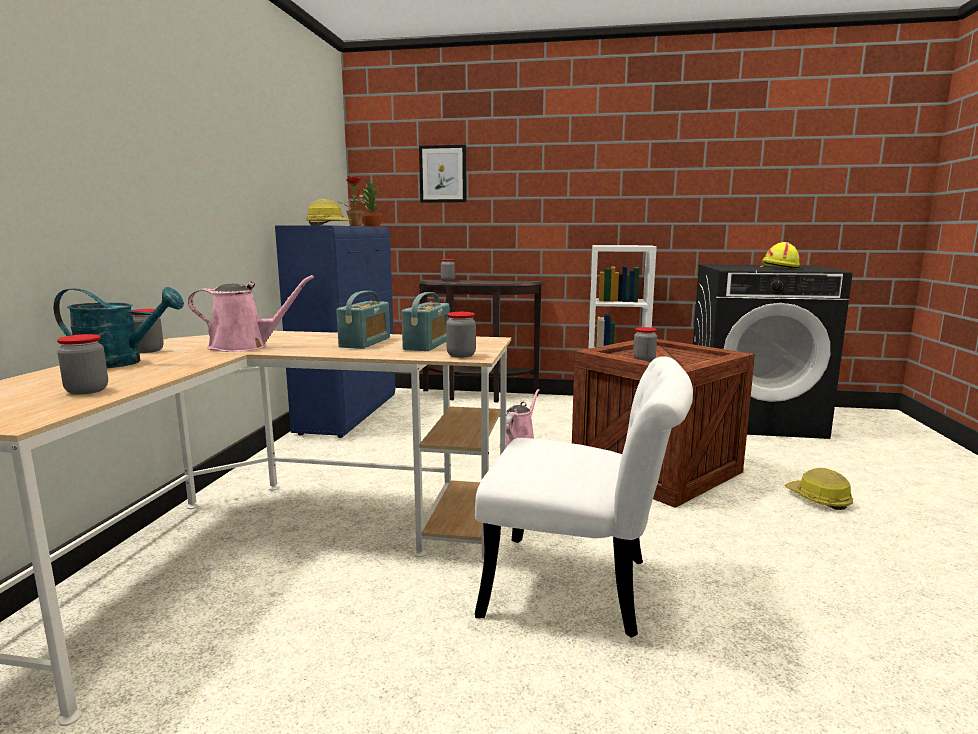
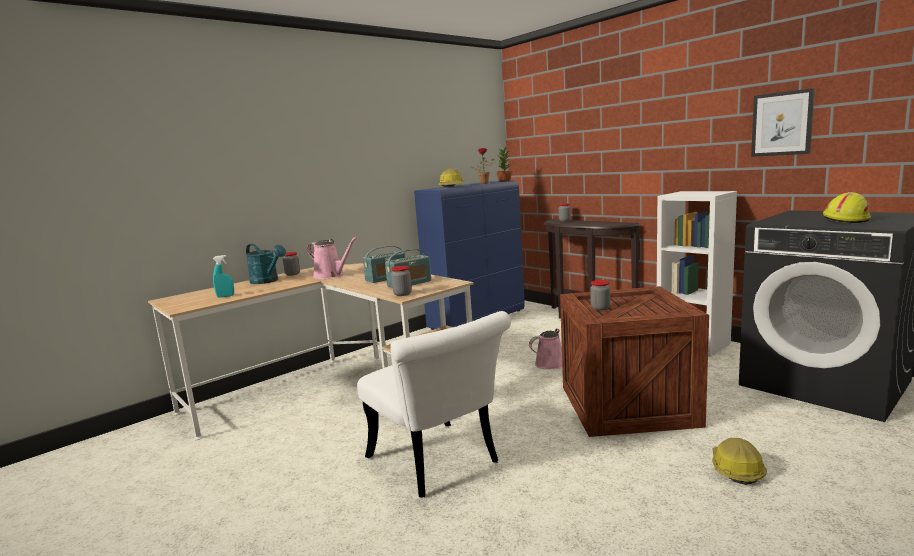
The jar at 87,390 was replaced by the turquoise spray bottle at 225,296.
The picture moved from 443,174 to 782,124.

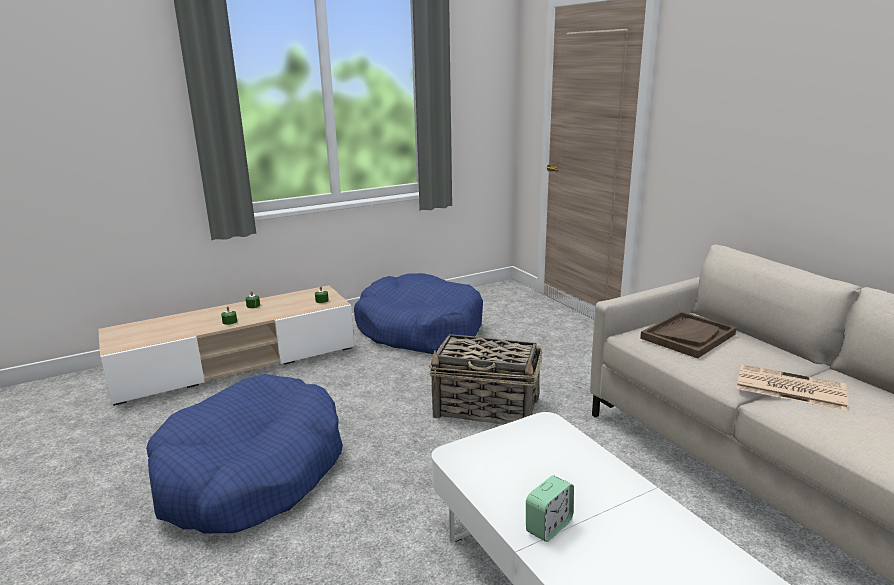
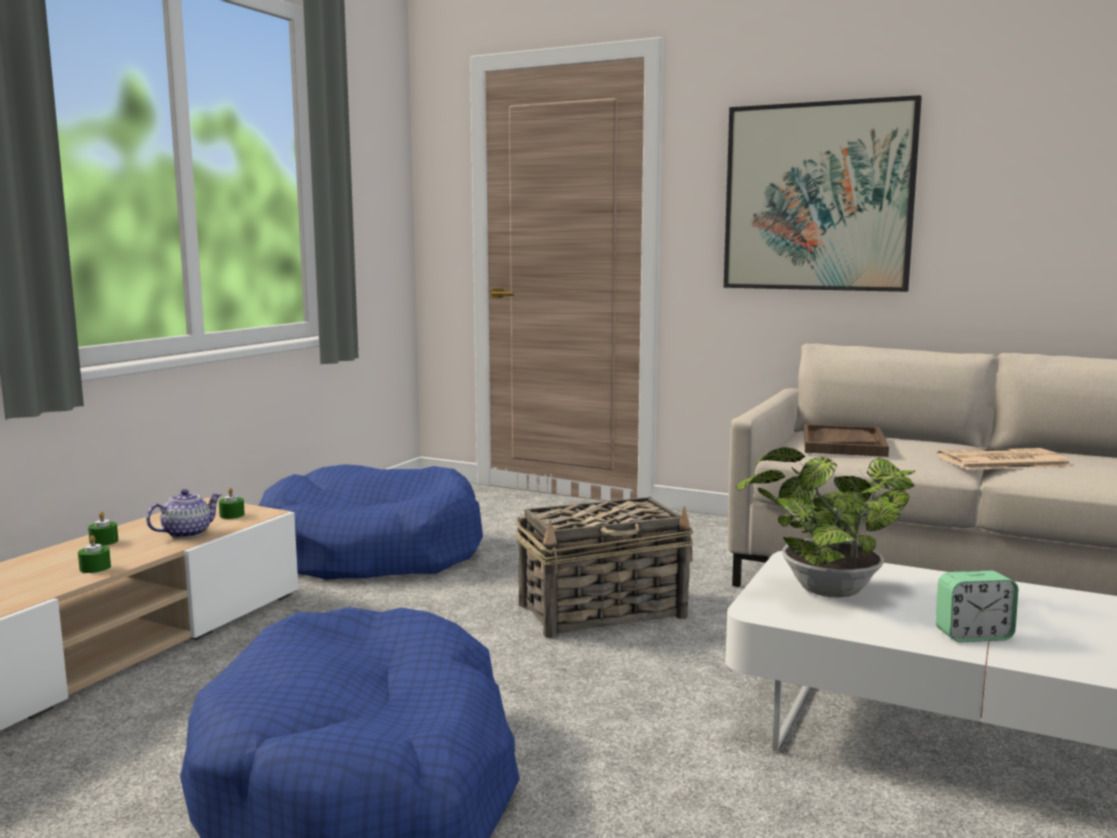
The alarm clock at 548,526 turned 75 degrees clockwise.
The teapot at 187,533 appeared.
The picture at 818,197 appeared.
The potted plant at 822,591 appeared.

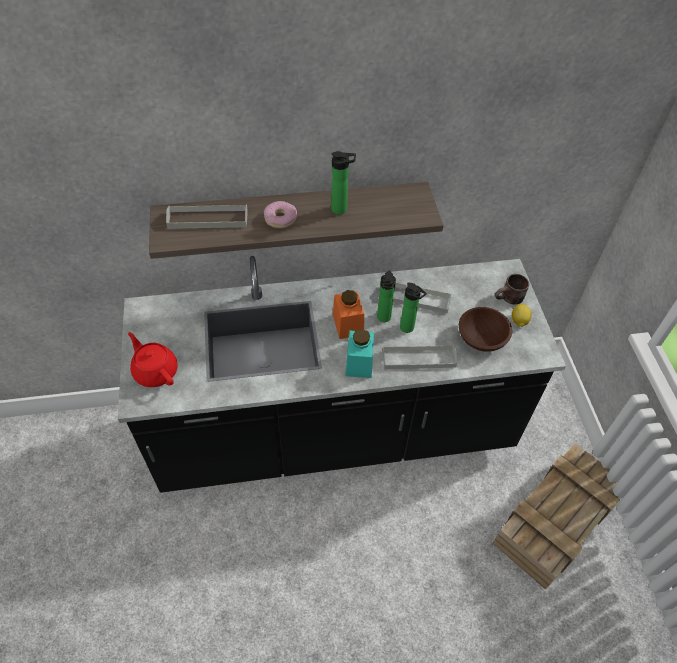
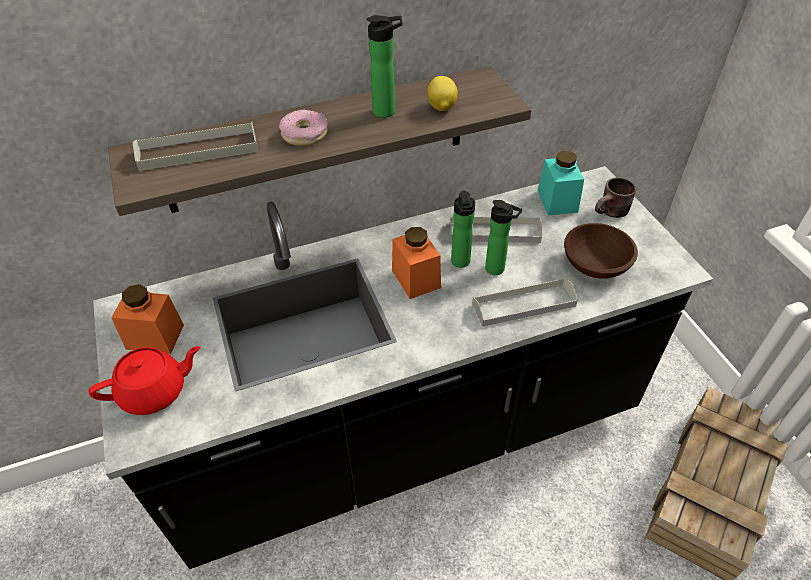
The red teapot at 155,371 turned 120 degrees clockwise.
The turquoise jar moved from 359,363 to 557,201.
The lemon moved from 518,321 to 441,107.
The orange jar at 155,337 appeared.

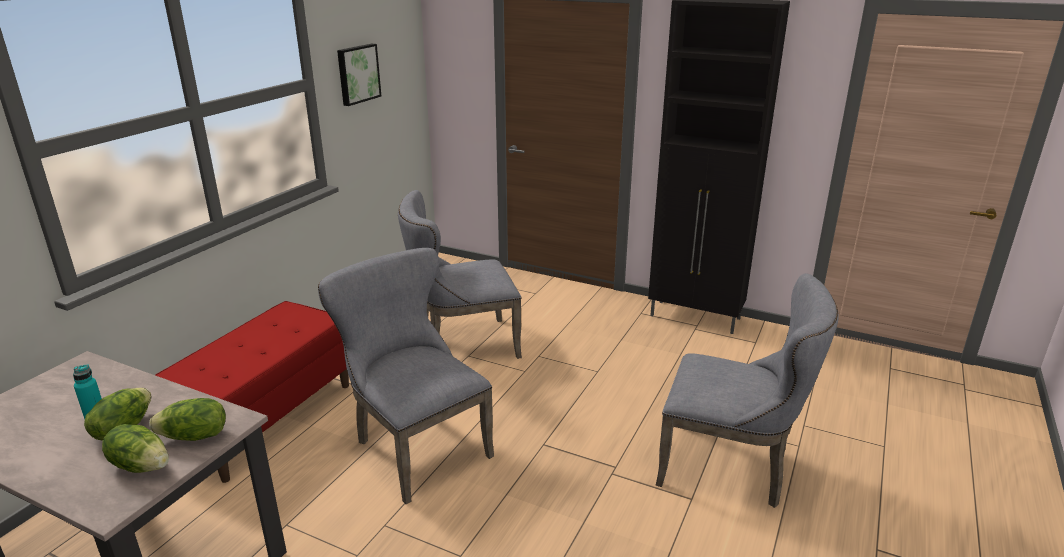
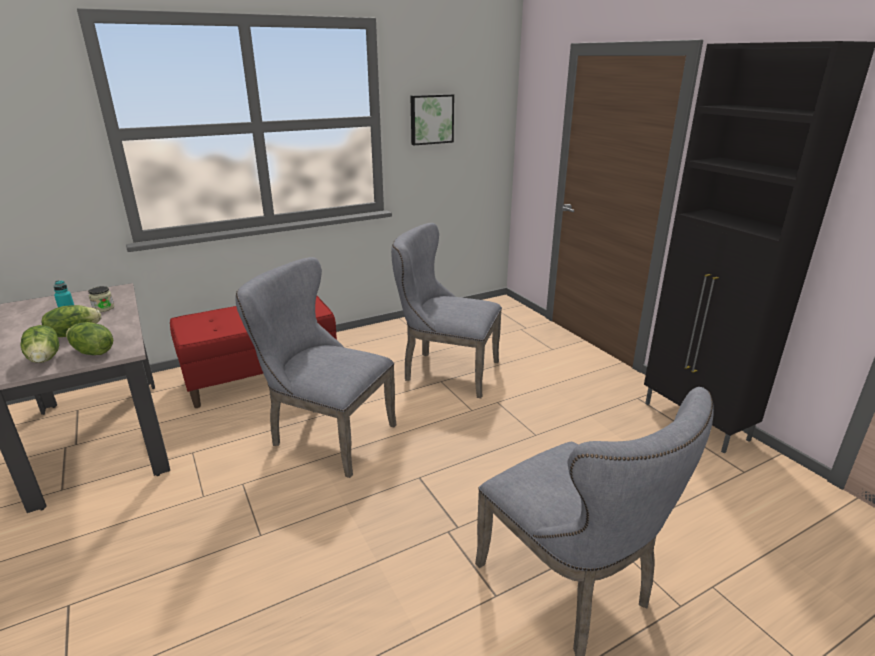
The grey chair at 415,446 turned 60 degrees counterclockwise.
The jar at 103,308 appeared.

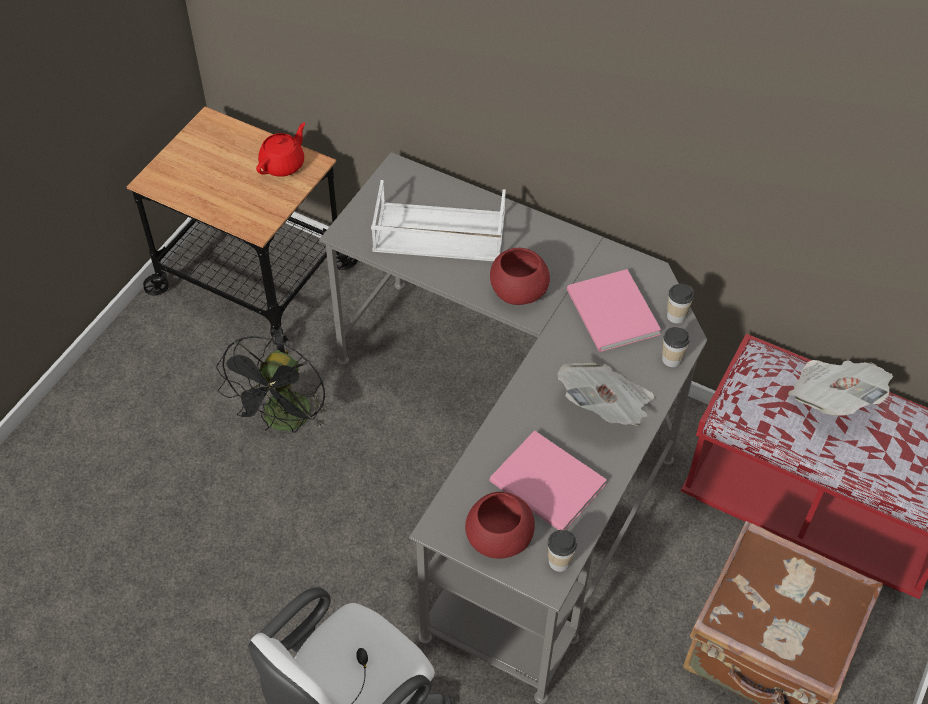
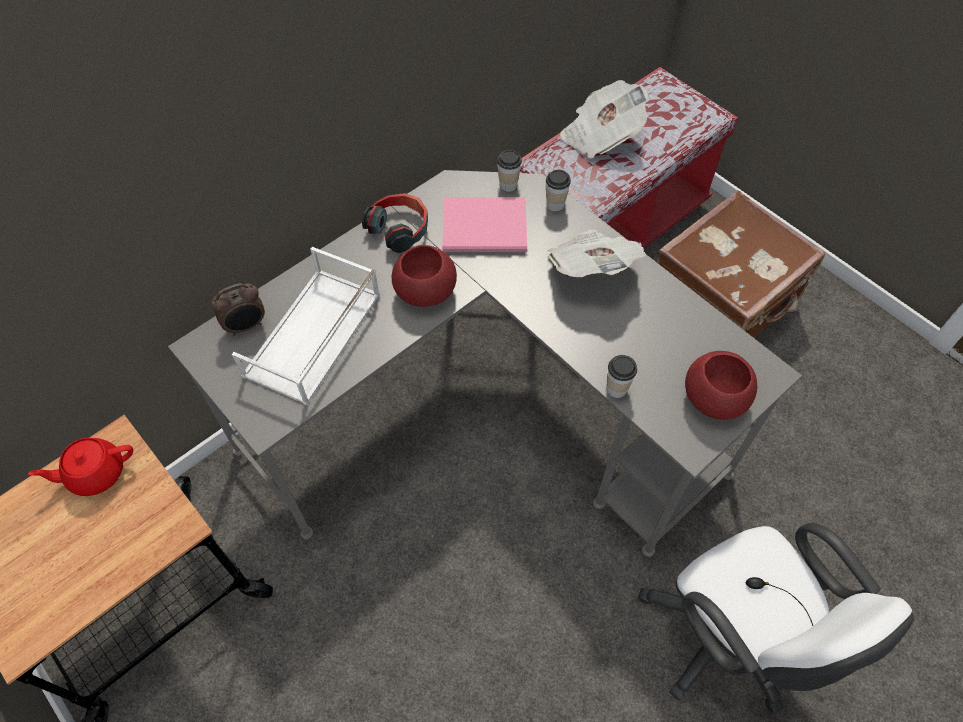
The black fan at 284,421 disappeared.
The red teapot at 283,164 turned 75 degrees counterclockwise.
The pink book at 548,486 disappeared.
The cup moved from 559,562 to 616,388.
The alarm clock at 246,326 appeared.
The headphones at 399,229 appeared.

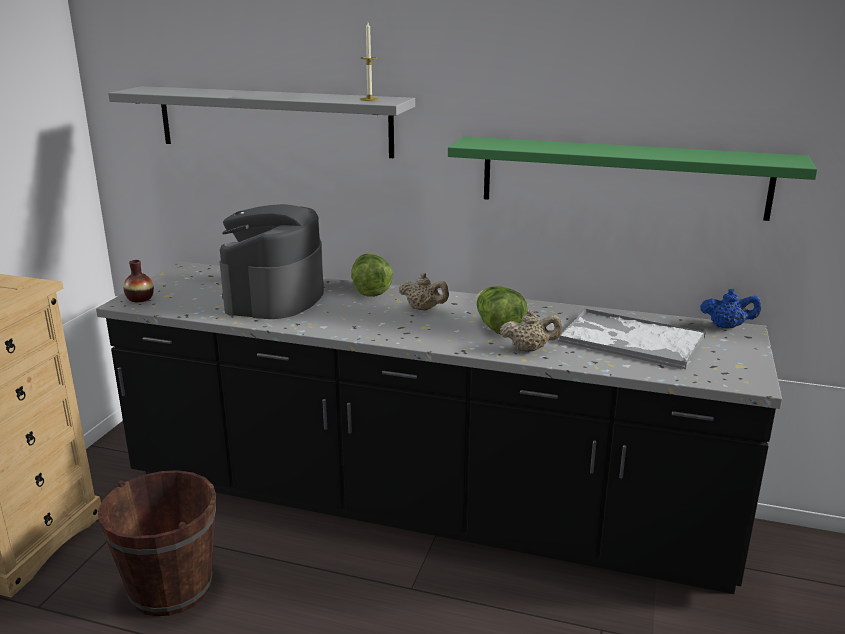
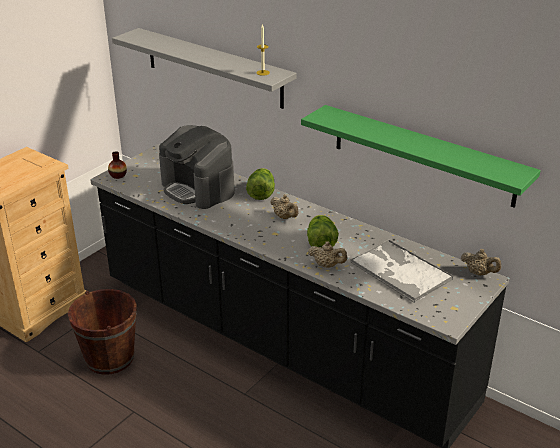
The coffee machine at 275,297 turned 75 degrees counterclockwise.
The blue teapot at 727,326 became the beige teapot at 479,273.

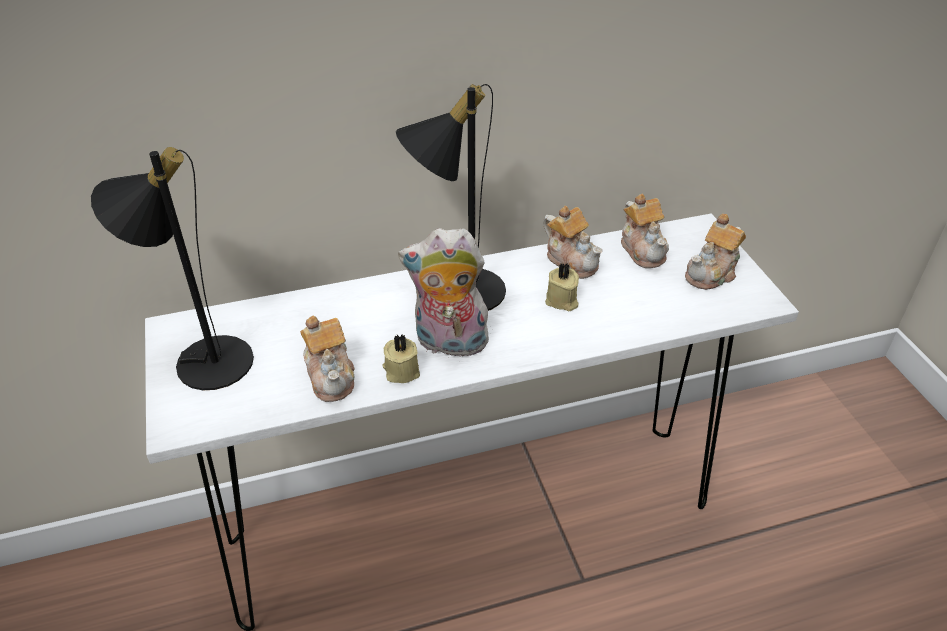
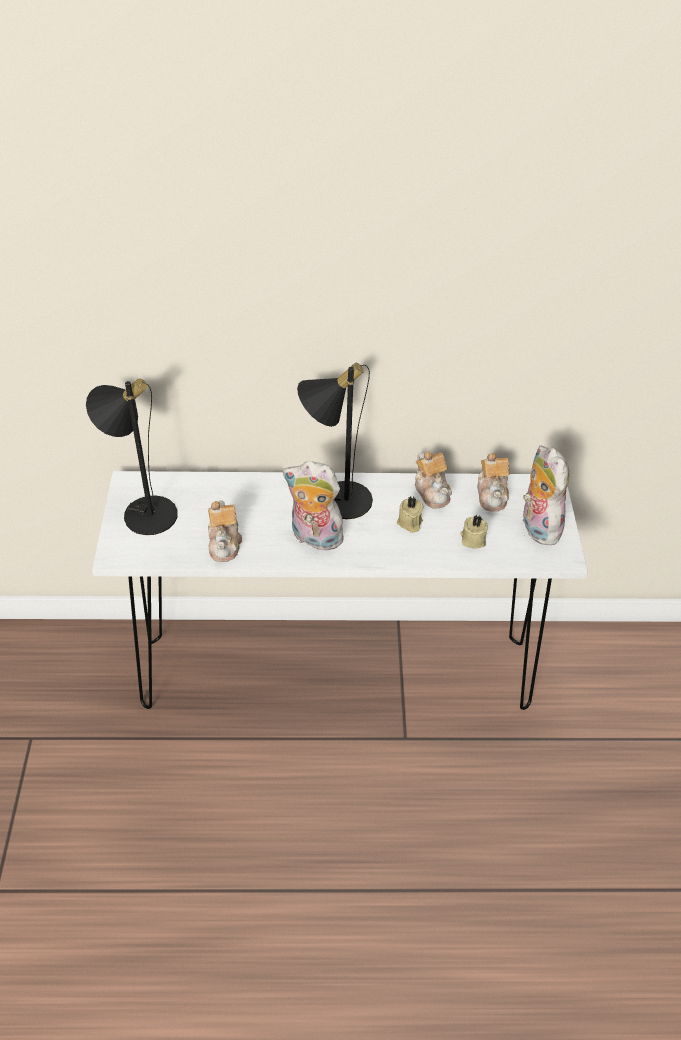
The beige candle moved from 401,371 to 472,539.
The teapot at 712,273 was replaced by the plush toy at 536,526.

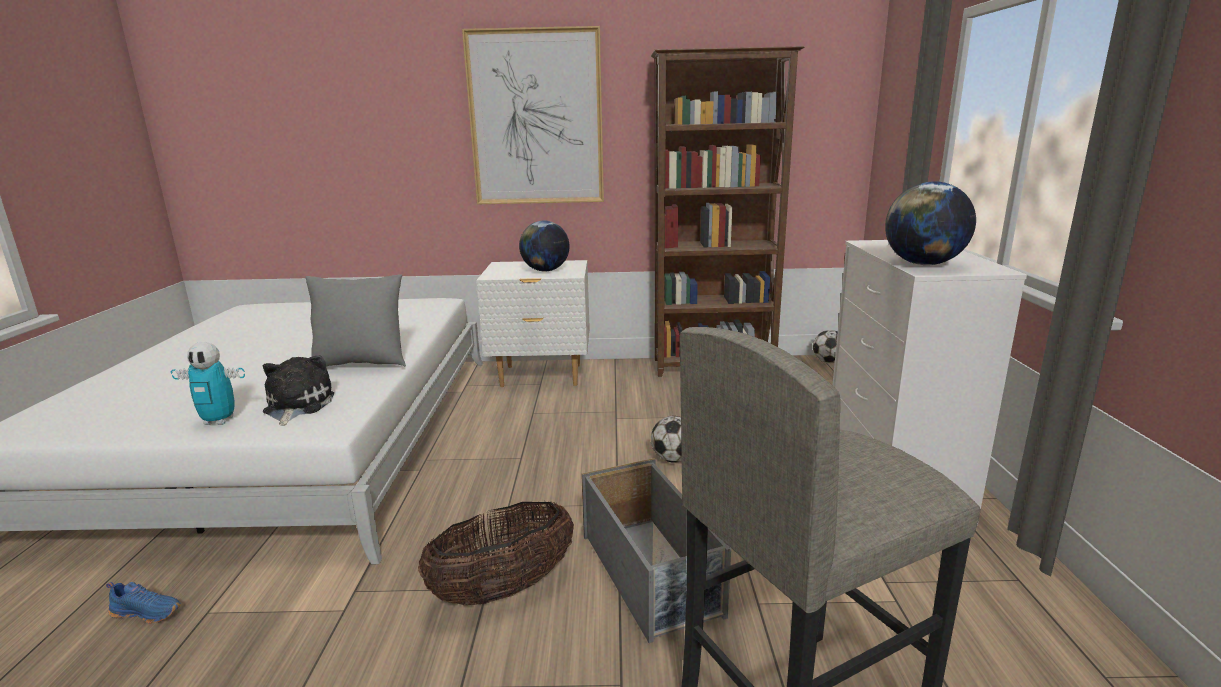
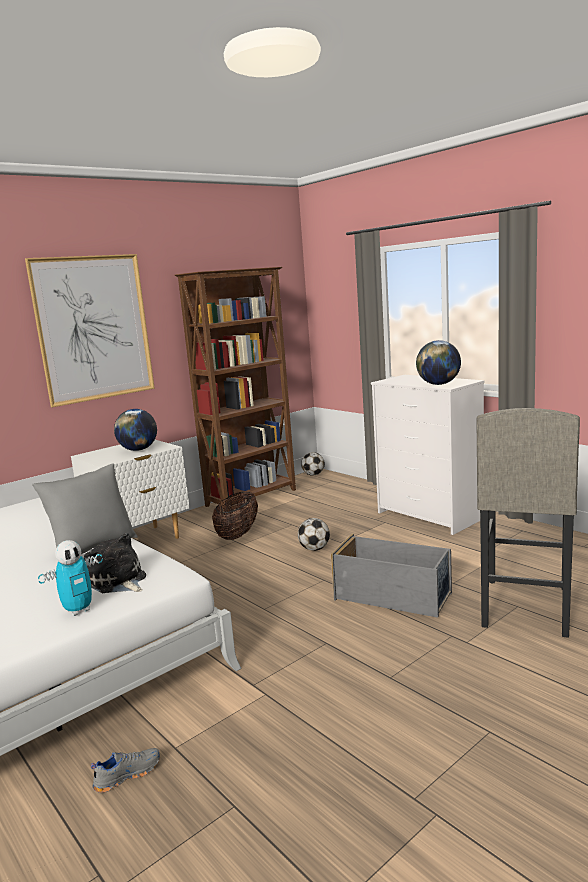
The blue shoe at 148,612 became the grey shoe at 127,774.
The basket moved from 503,589 to 238,534.

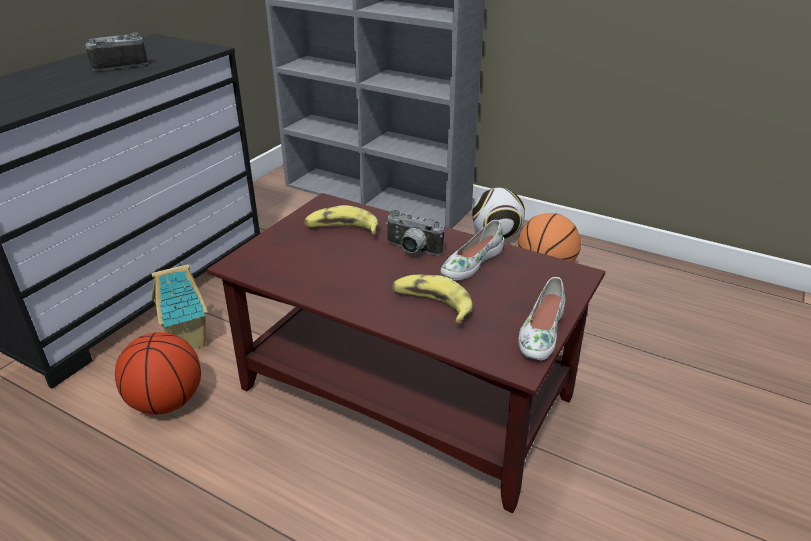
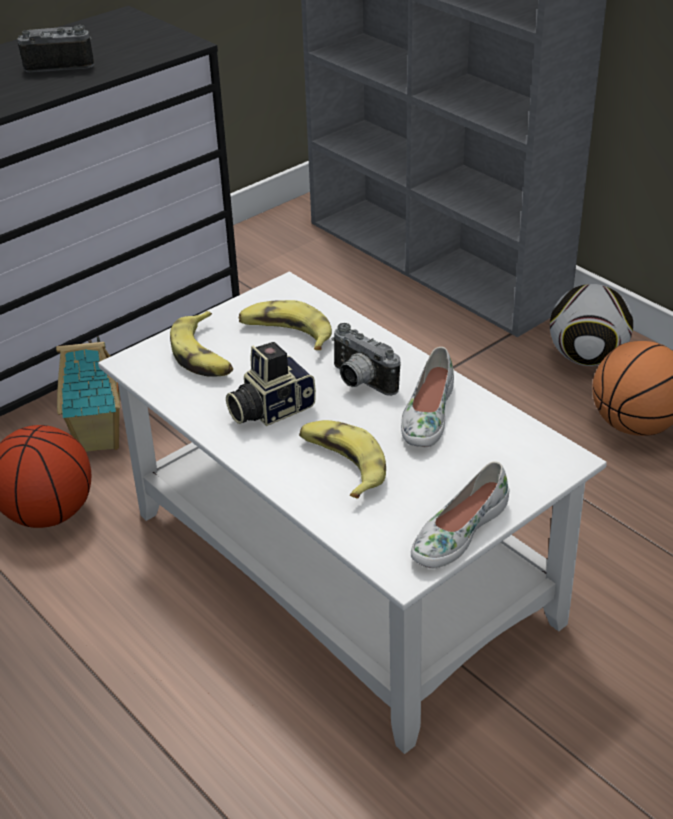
The brown coffee table at 408,393 became the white coffee table at 345,568.
The white shoe at 471,262 turned 45 degrees counterclockwise.
The banana at 204,355 appeared.
The photo camera at 270,409 appeared.

